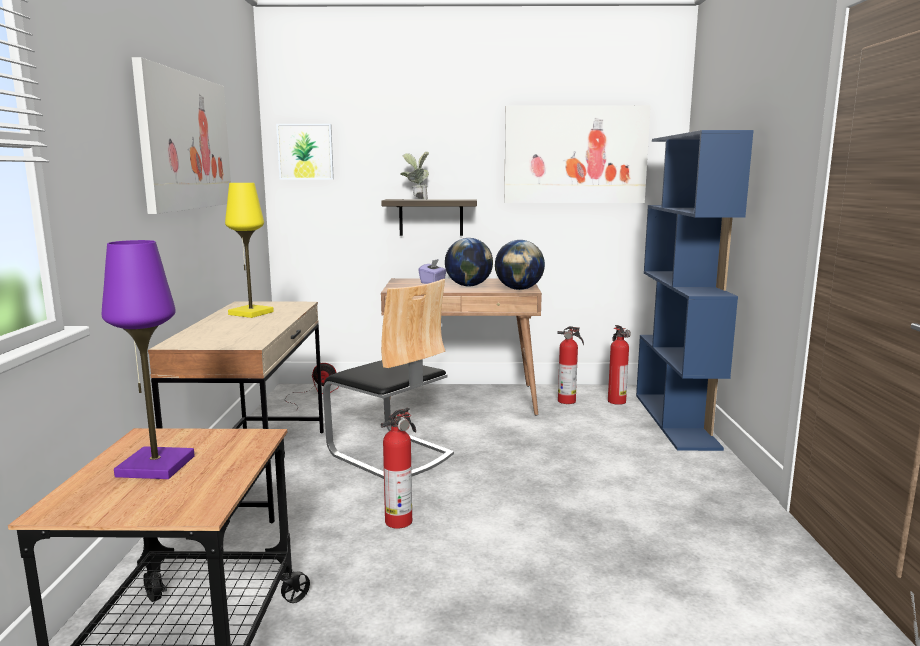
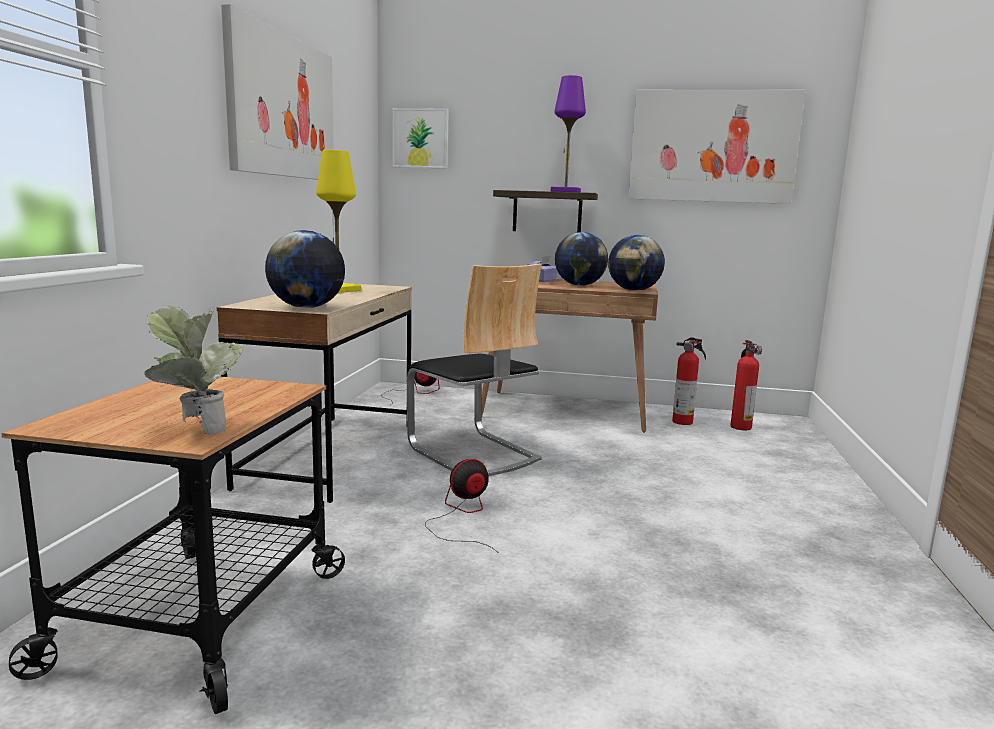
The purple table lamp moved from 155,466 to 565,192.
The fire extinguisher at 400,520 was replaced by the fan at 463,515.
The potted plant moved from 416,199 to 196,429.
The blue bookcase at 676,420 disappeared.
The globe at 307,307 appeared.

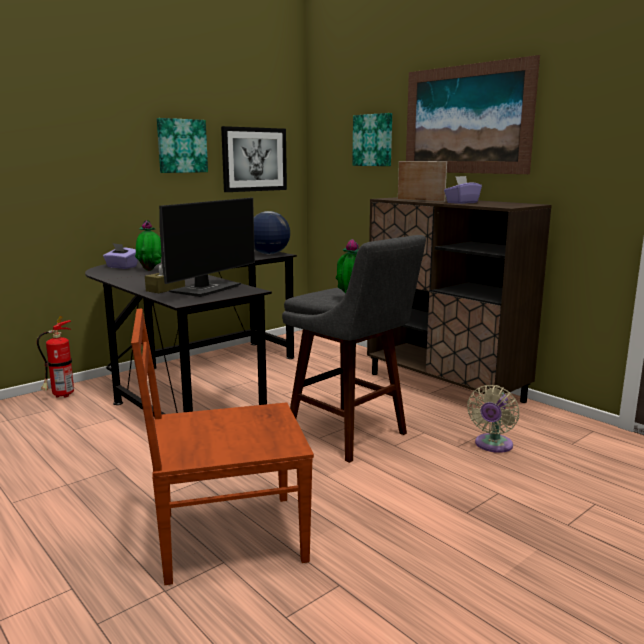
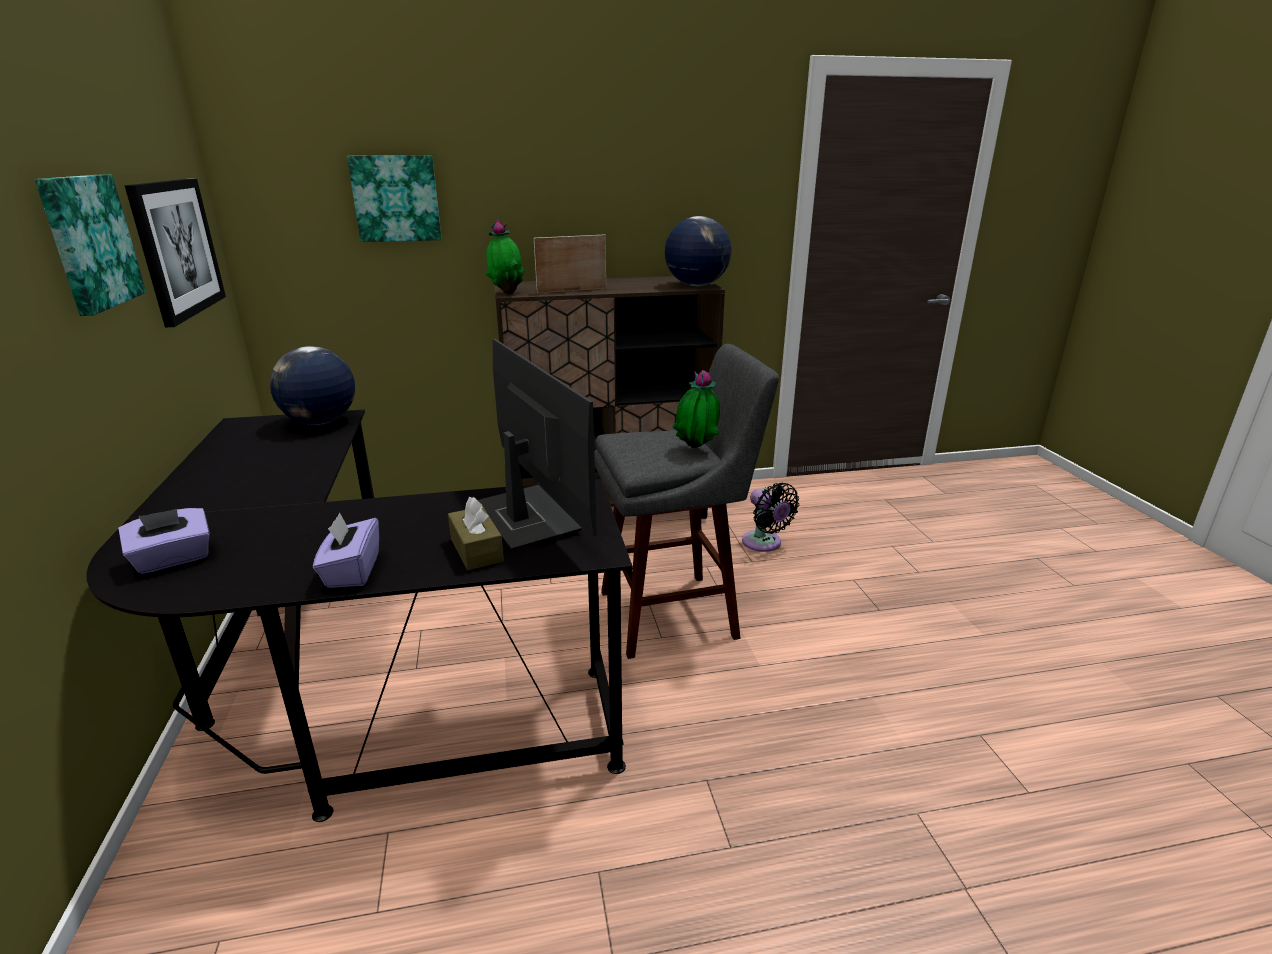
The fire extinguisher at 61,396 disappeared.
The brown chair at 227,537 disappeared.
The potted plant moved from 151,270 to 507,293.
The picture at 466,120 disappeared.
The purple tissue box moved from 461,203 to 352,571.
The beige fan at 492,445 became the black fan at 764,544.
The globe at 696,285 appeared.

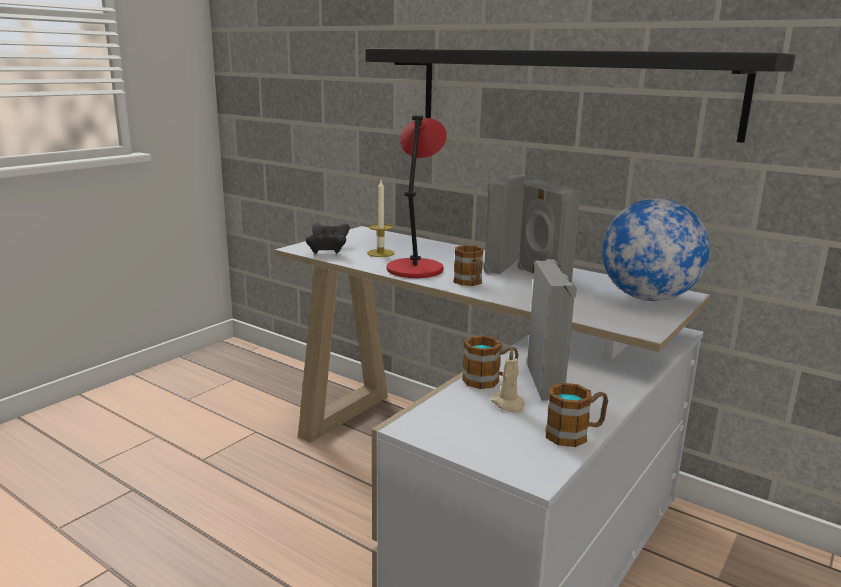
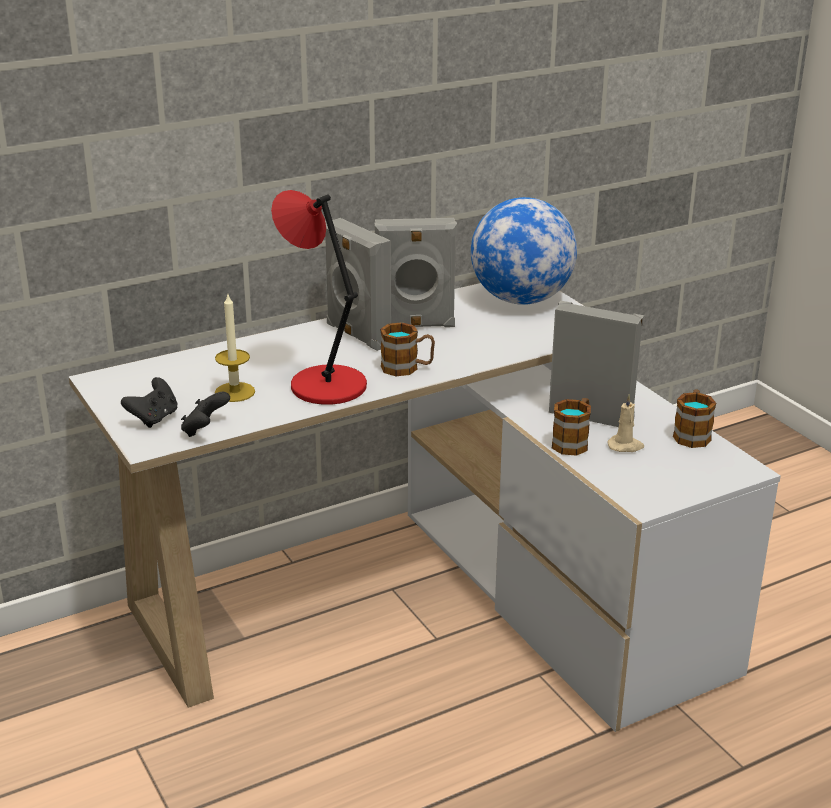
The black shelf at 567,90 disappeared.

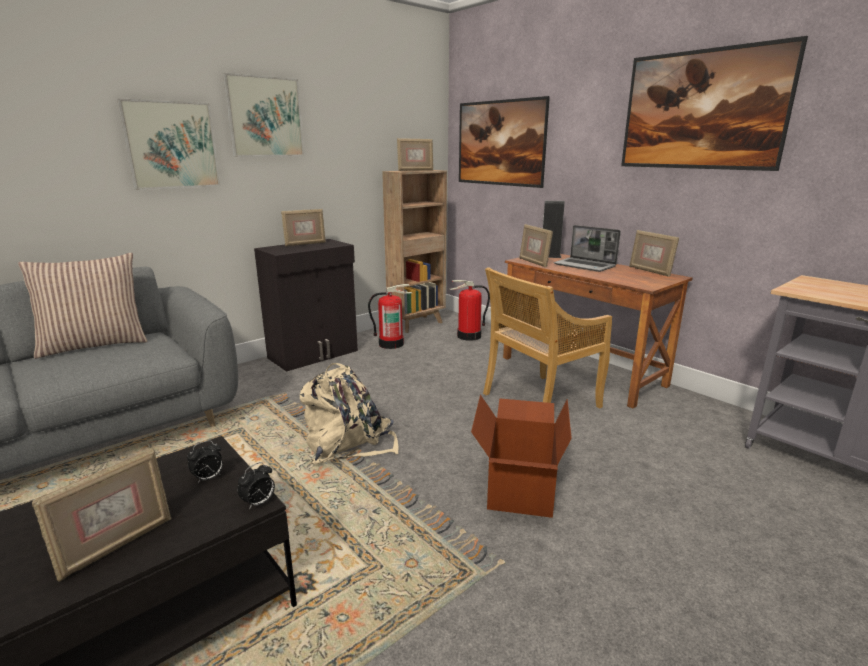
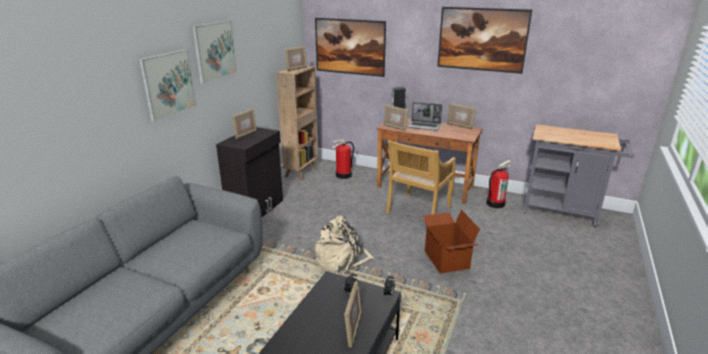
The pillow at 95,344 disappeared.
The fire extinguisher moved from 391,344 to 495,203.

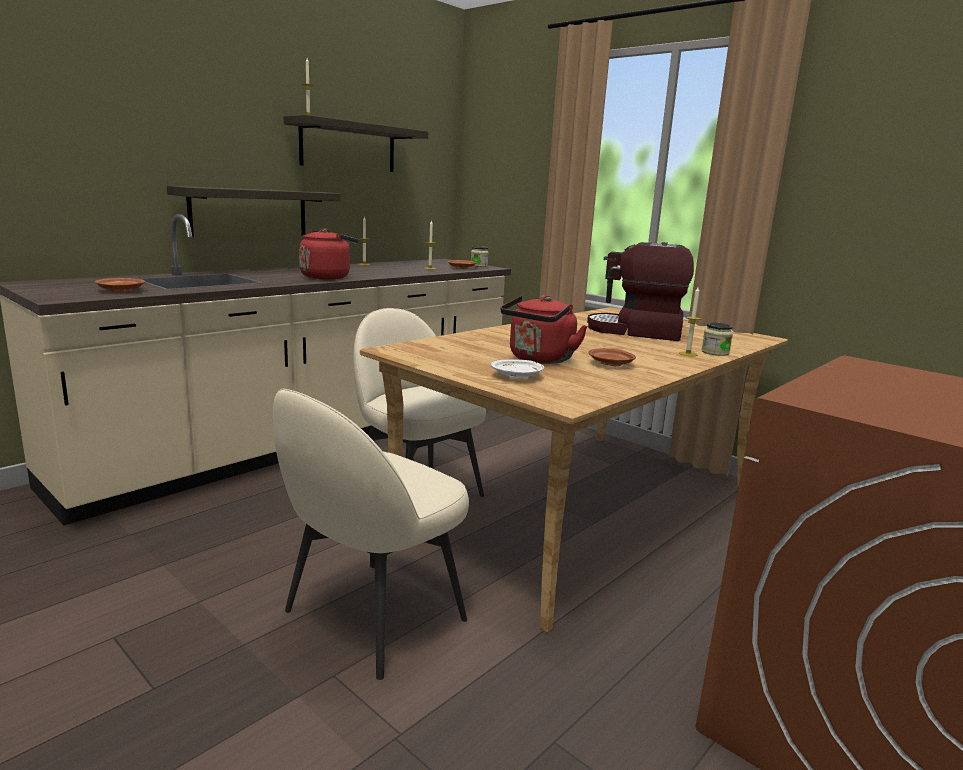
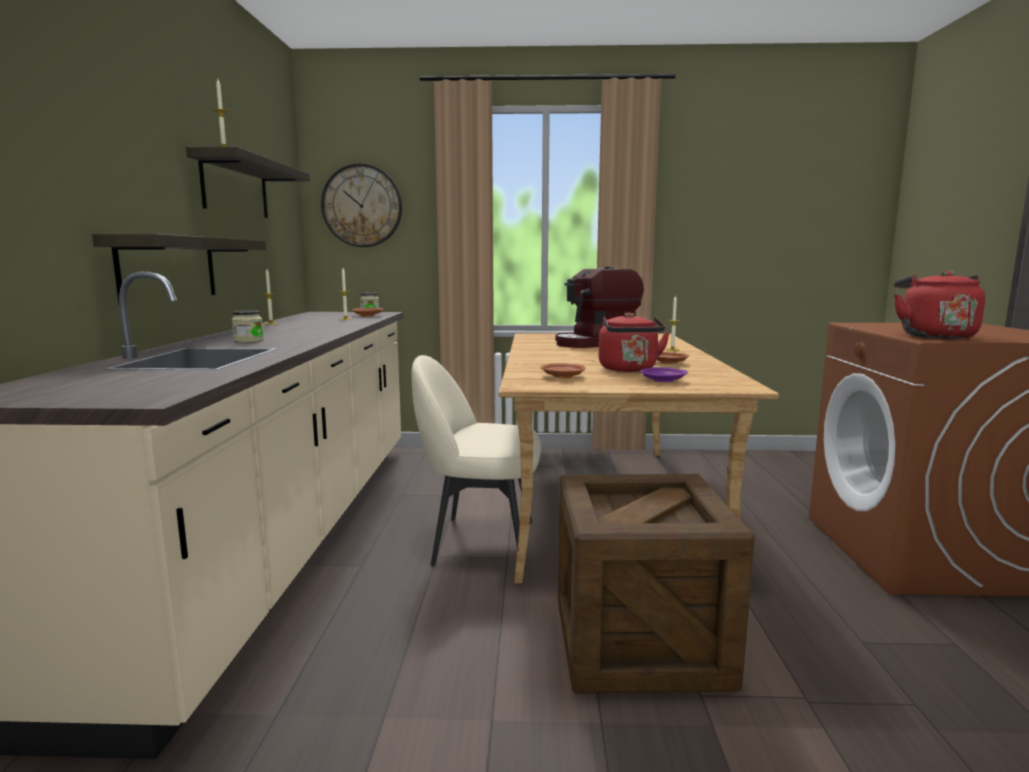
The brown plate moved from 120,290 to 562,376.
The beige chair at 371,617 was replaced by the crate at 639,642.
The red kettle moved from 327,277 to 933,336.
The white plate at 517,376 became the purple plate at 663,381.
The jar moved from 715,352 to 248,341.
The wall clock at 362,206 appeared.

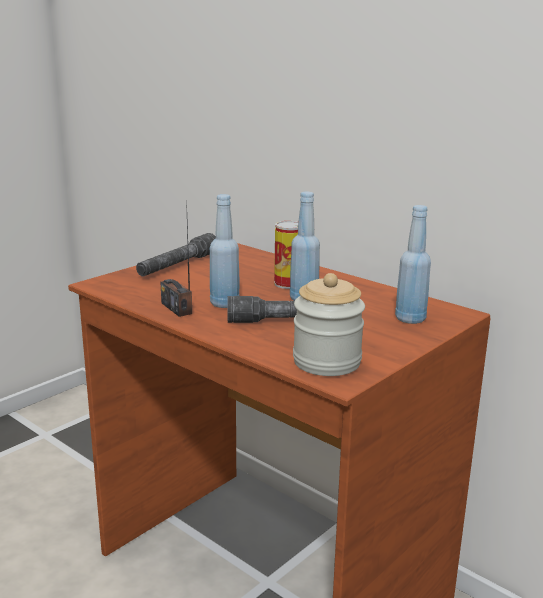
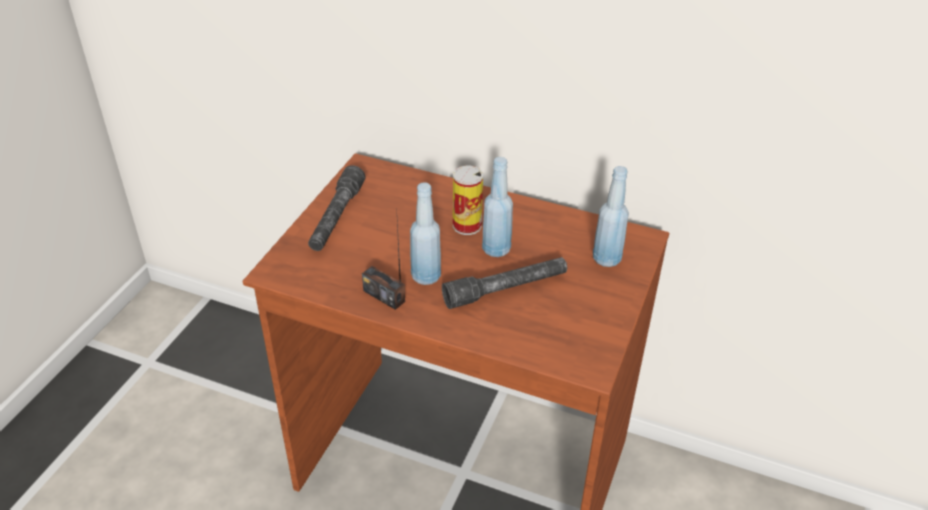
The jar at 326,362 disappeared.

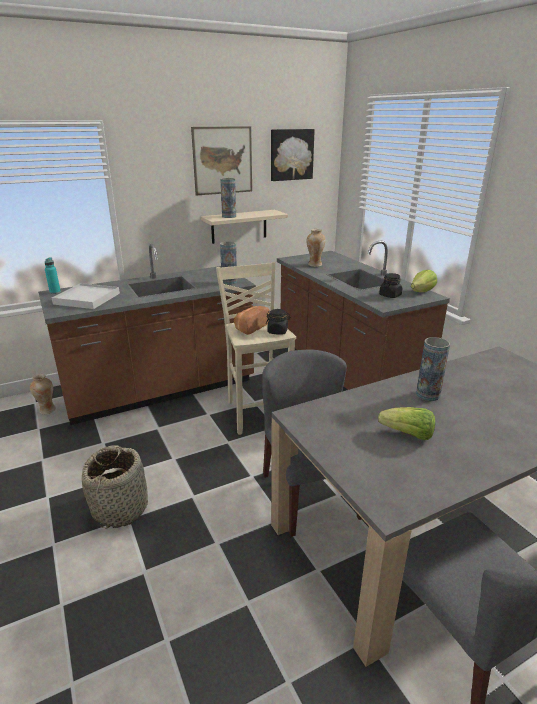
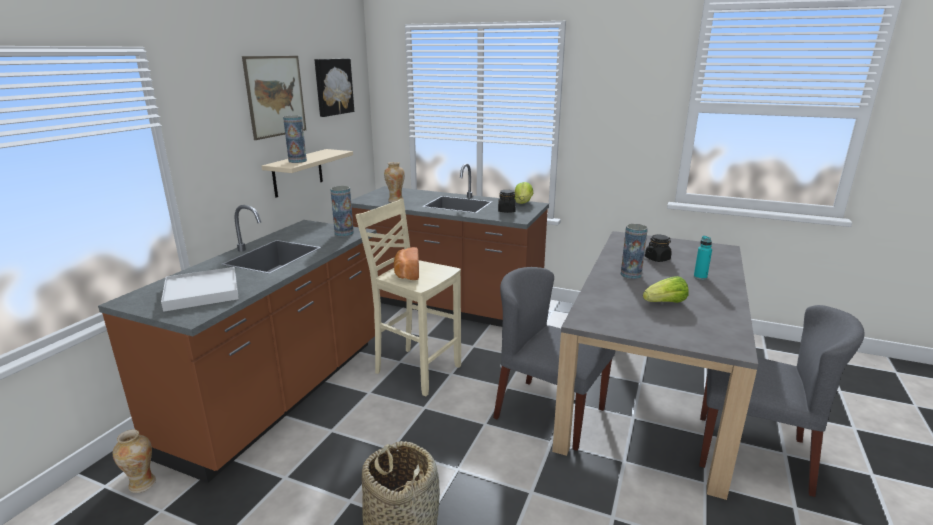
The turquoise bottle moved from 55,292 to 700,277.
The black jar moved from 278,331 to 657,259.

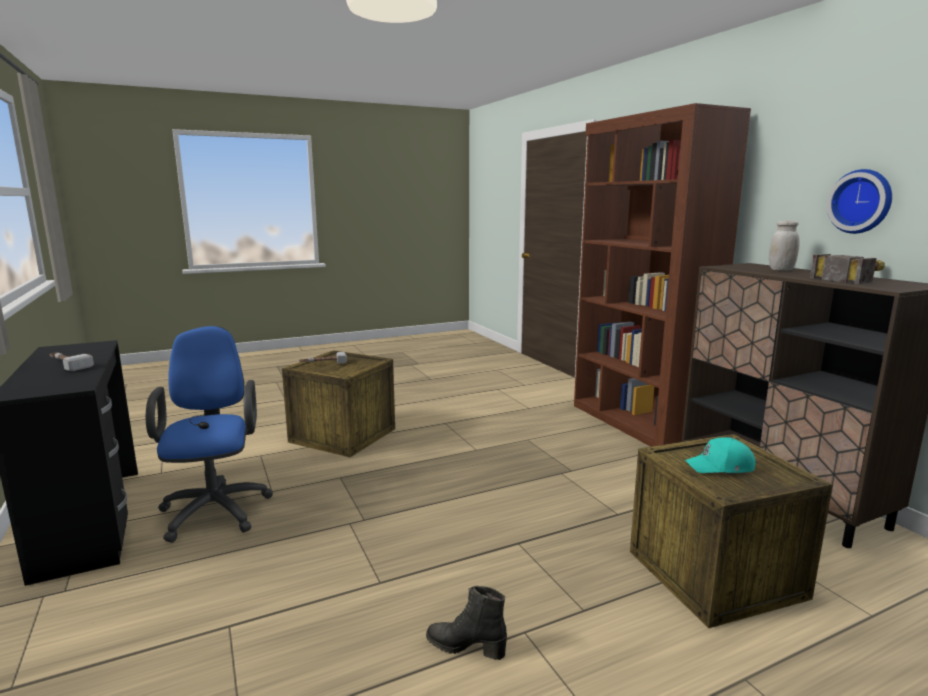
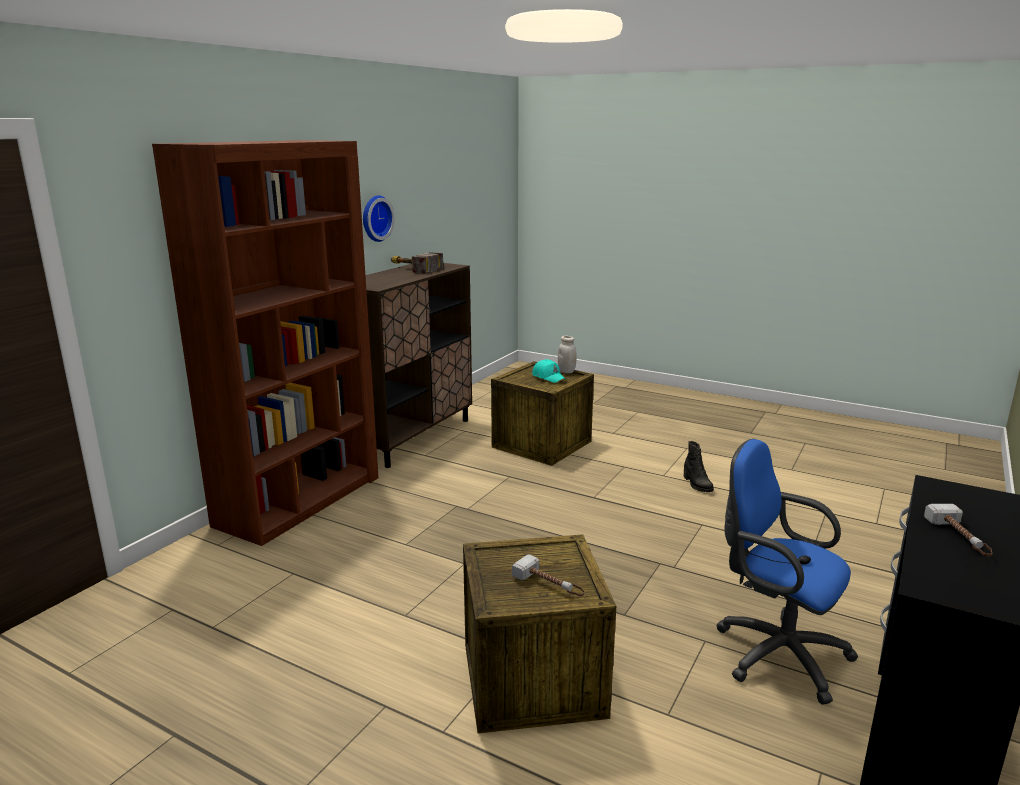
The blue office chair at 216,508 turned 90 degrees clockwise.
The white jar moved from 781,270 to 566,371.

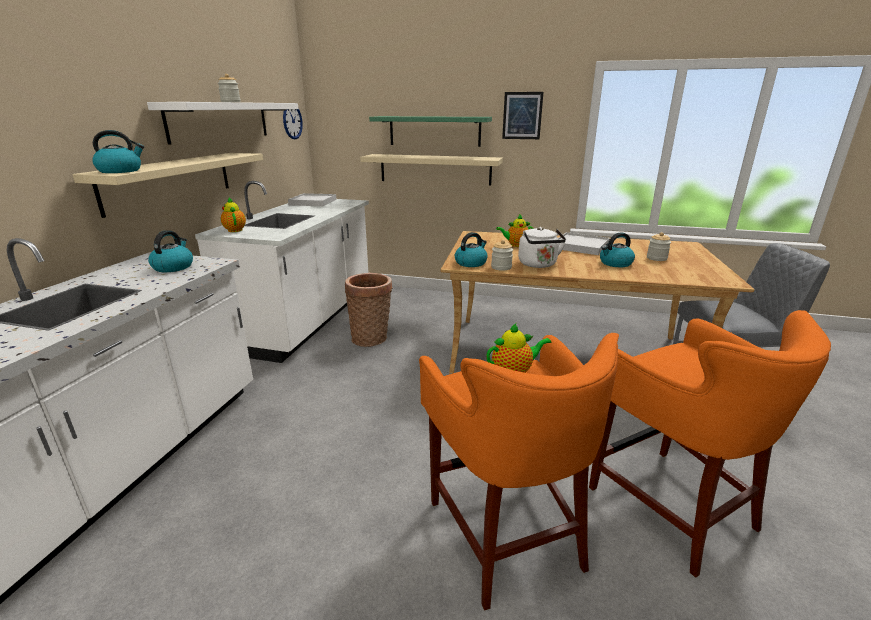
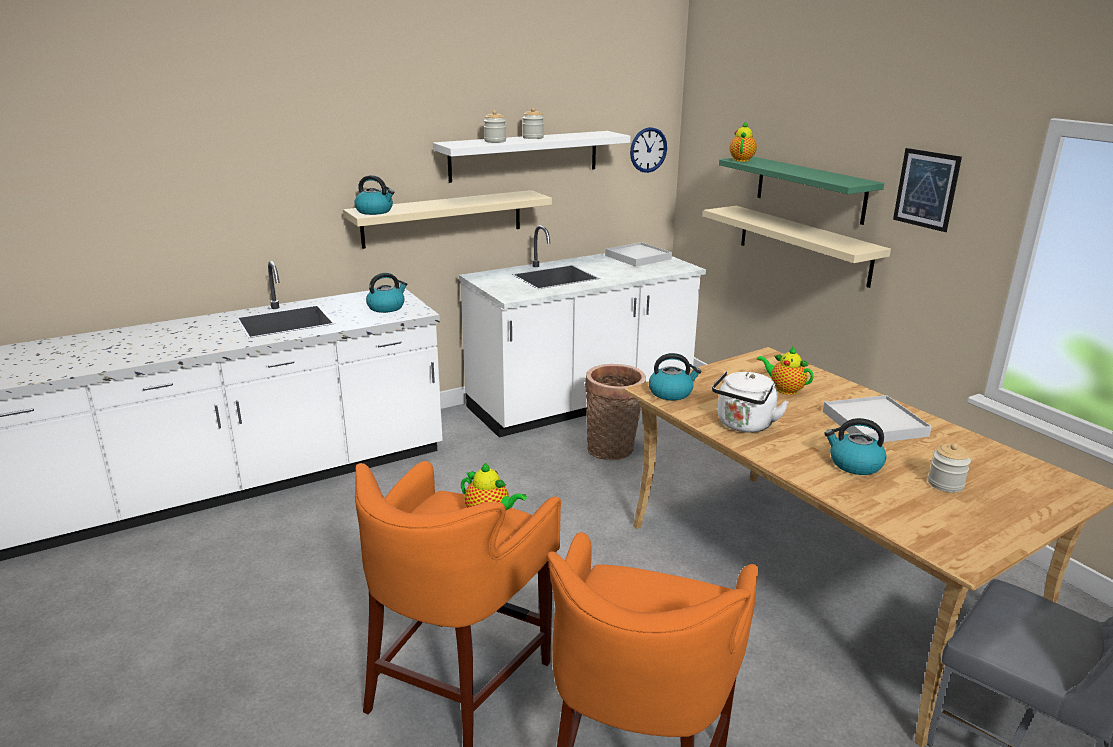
The teapot moved from 235,230 to 742,160.
The jar moved from 501,267 to 495,141.

